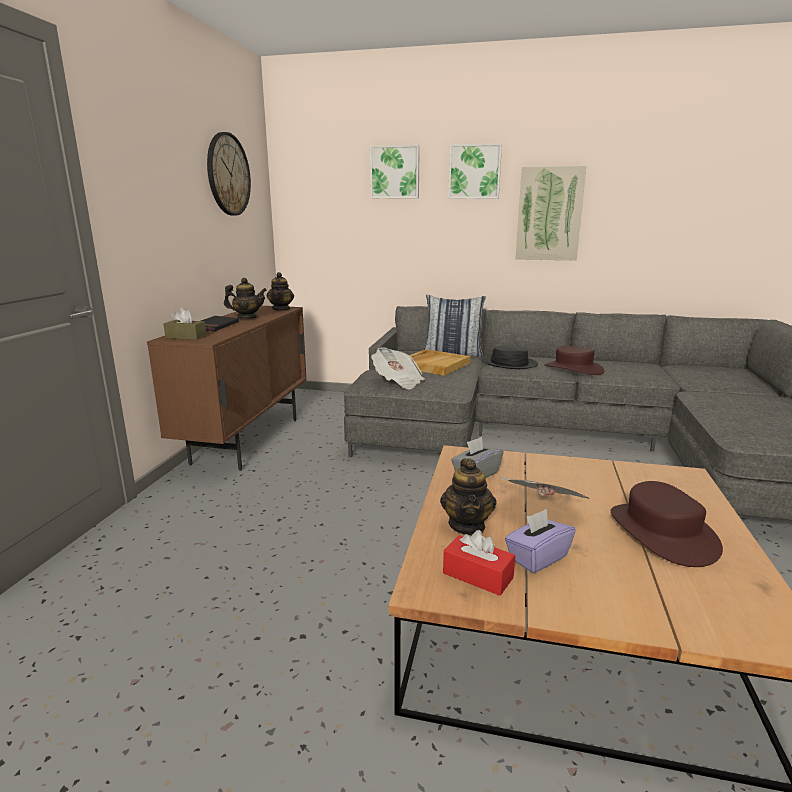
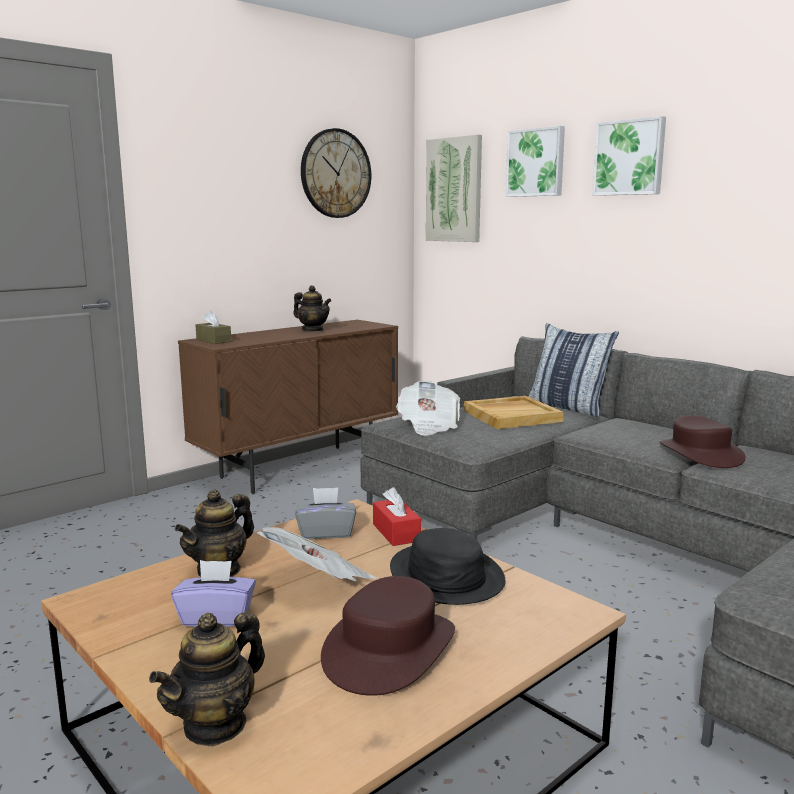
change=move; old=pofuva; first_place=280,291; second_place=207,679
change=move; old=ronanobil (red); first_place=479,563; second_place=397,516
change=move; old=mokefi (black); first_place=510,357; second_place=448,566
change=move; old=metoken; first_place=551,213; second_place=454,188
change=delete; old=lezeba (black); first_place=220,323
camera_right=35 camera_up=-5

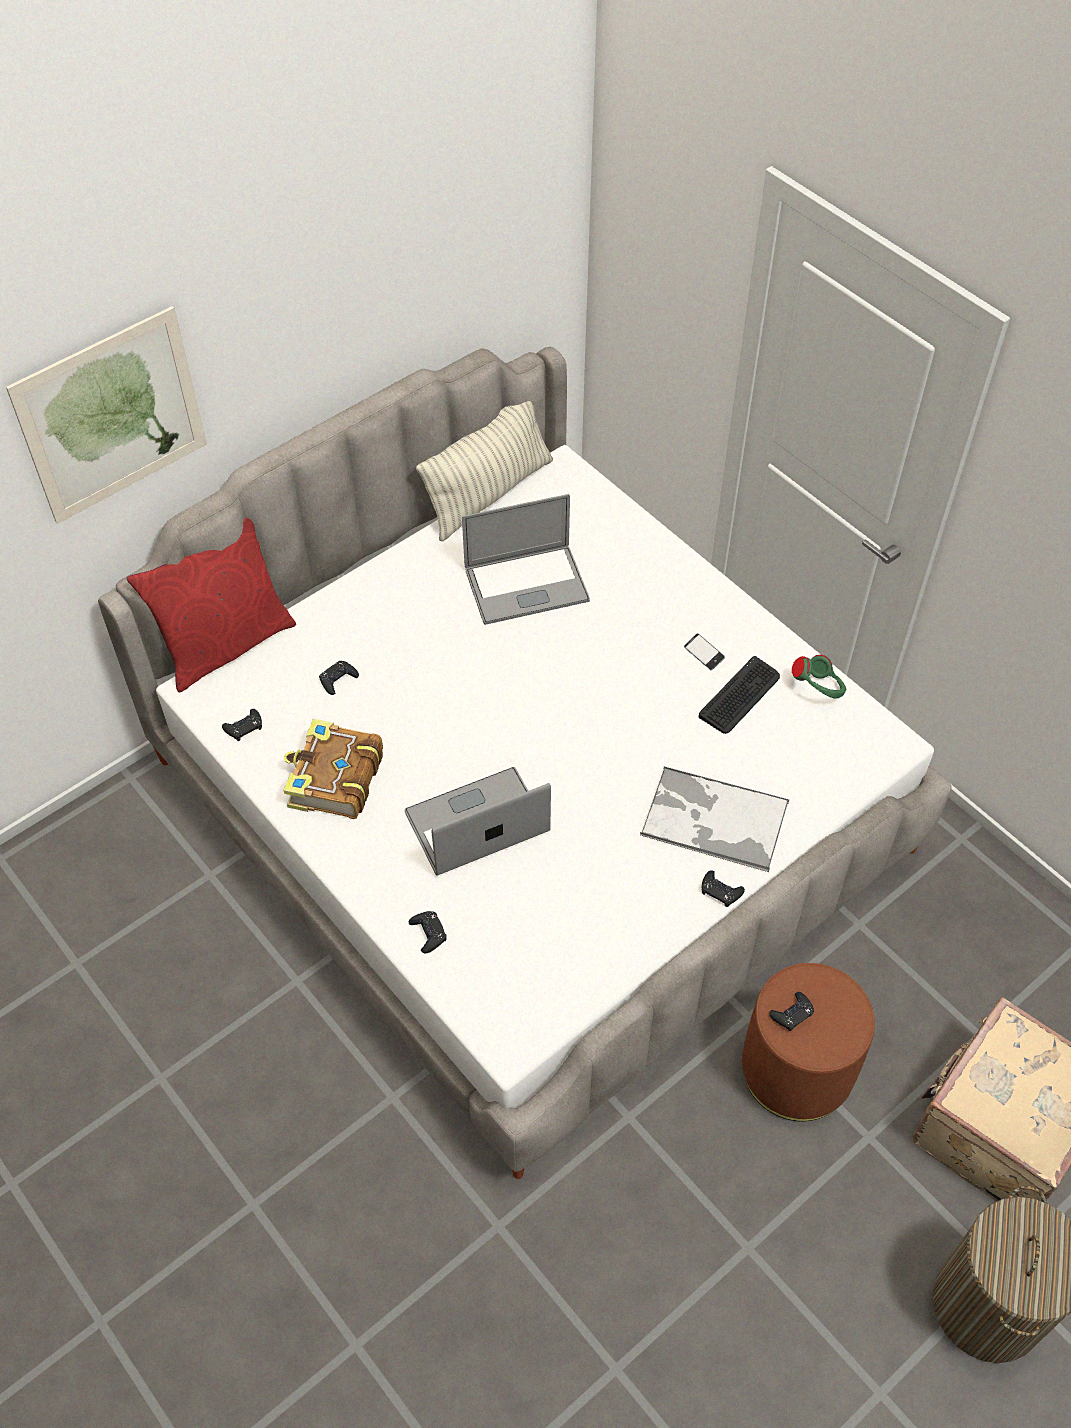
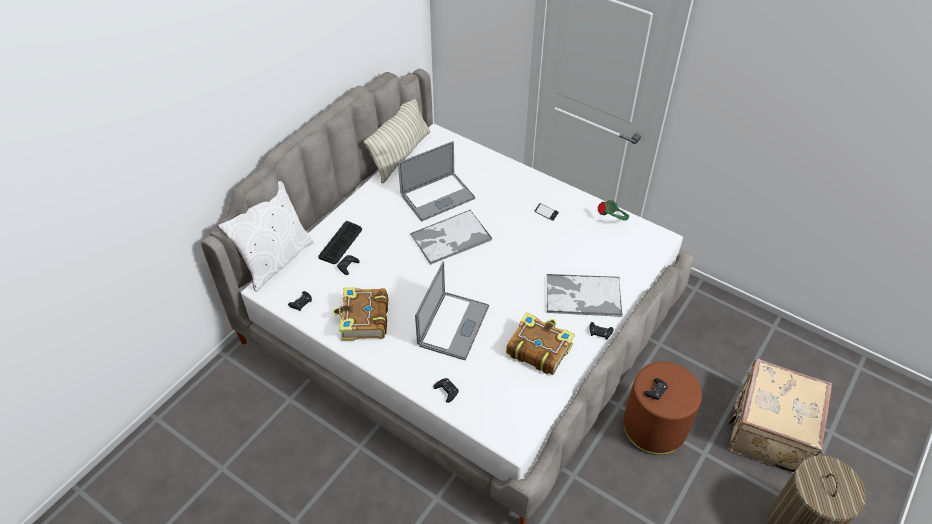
change=recolor; old=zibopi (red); new=zibopi (white); first_place=211,605; second_place=266,236
change=move; old=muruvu; first_place=739,695; second_place=340,242
change=insert; new=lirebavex; second_place=451,237
change=rotate; old=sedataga; first_place=478,821; second_place=452,310; degrees=150
change=insert; new=lezeba; second_place=540,343
change=delete; old=metoken; first_place=106,415
camera_right=-15 camera_up=-5

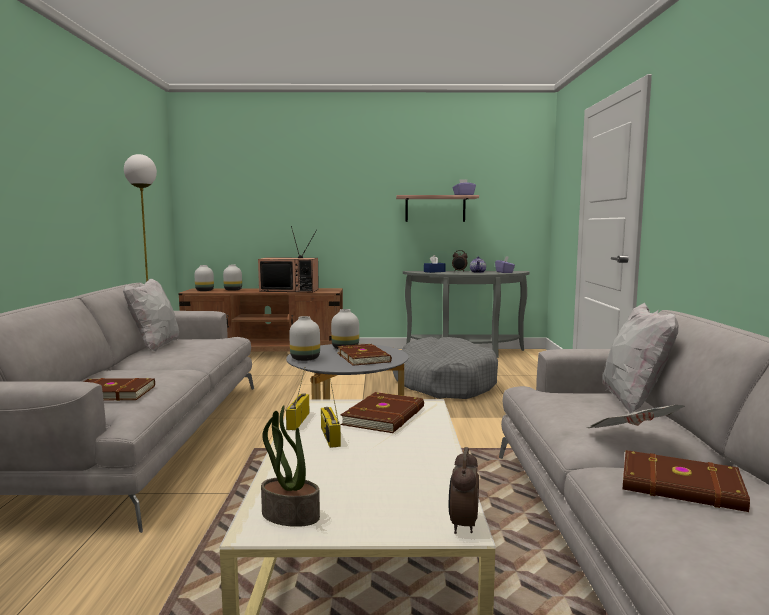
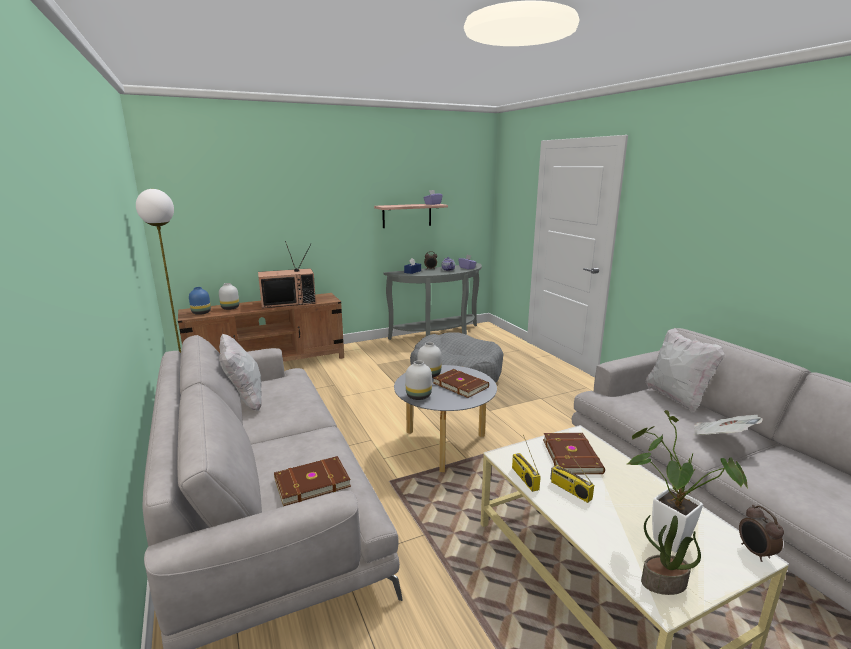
change=recolor; old=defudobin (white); new=defudobin (blue); first_place=204,278; second_place=200,301
change=insert; new=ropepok; second_place=687,481
change=delete; old=lezeba (brown); first_place=686,481
camera_right=-25 camera_up=10

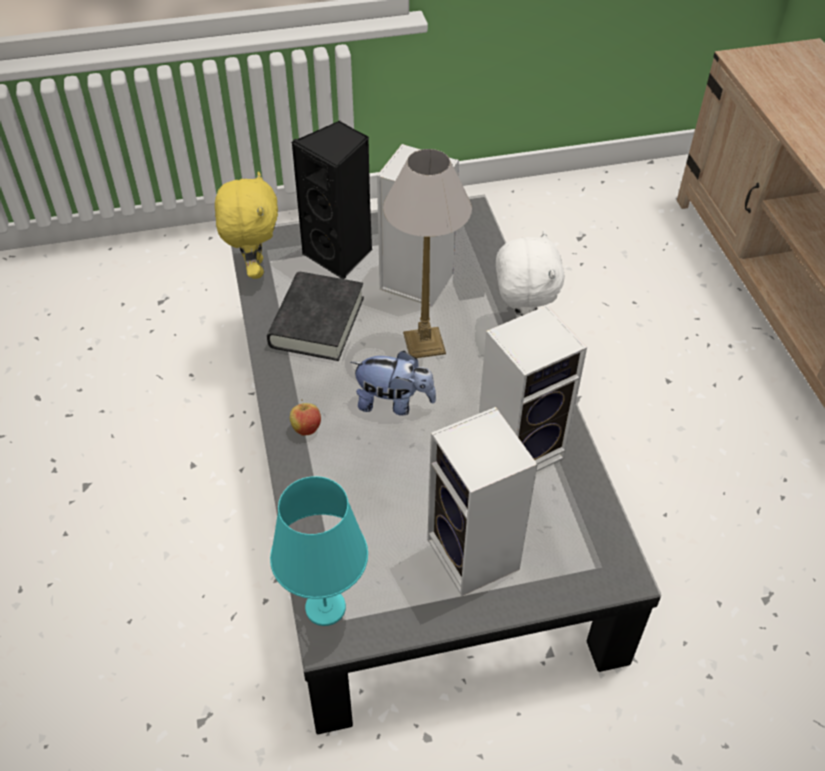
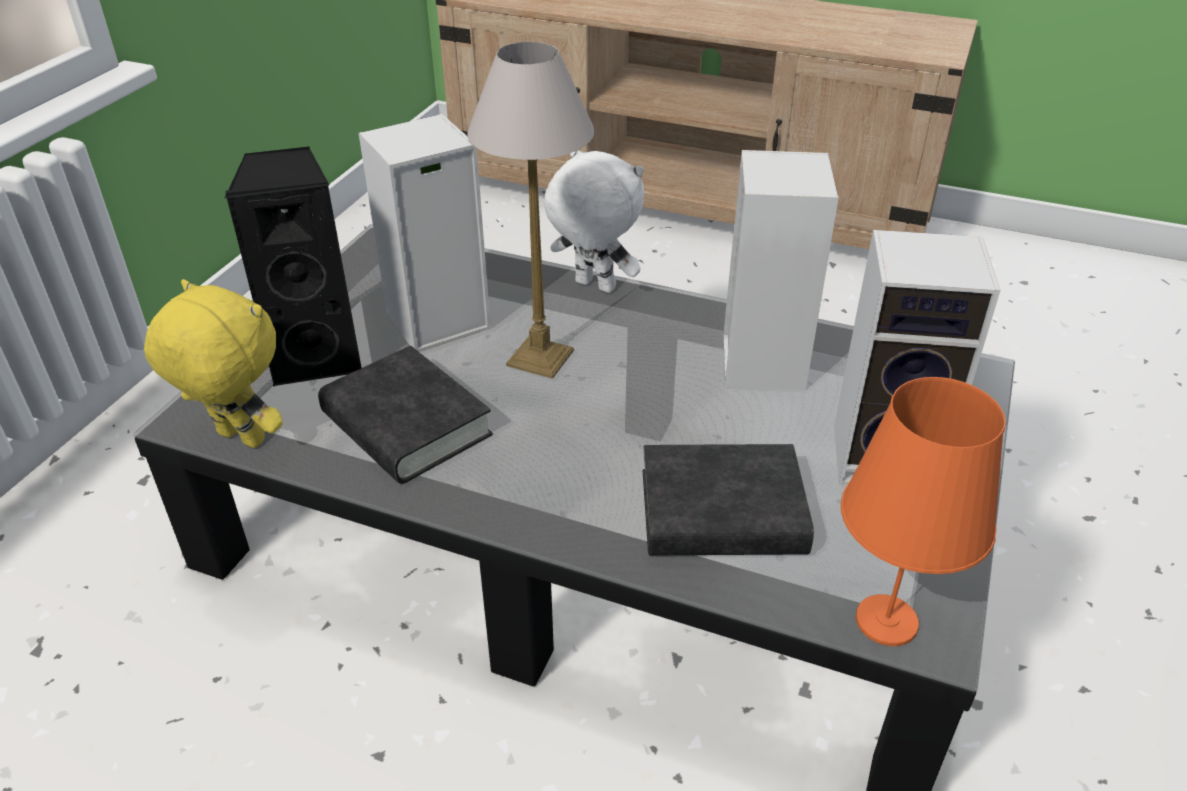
change=insert; new=lezeba (black); second_place=728,499
change=recolor; old=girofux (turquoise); new=girofux (orange); first_place=319,551; second_place=923,511
change=delete; old=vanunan; first_place=305,417
change=delete; old=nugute; first_place=393,383
camera_right=-55 camera_up=-10

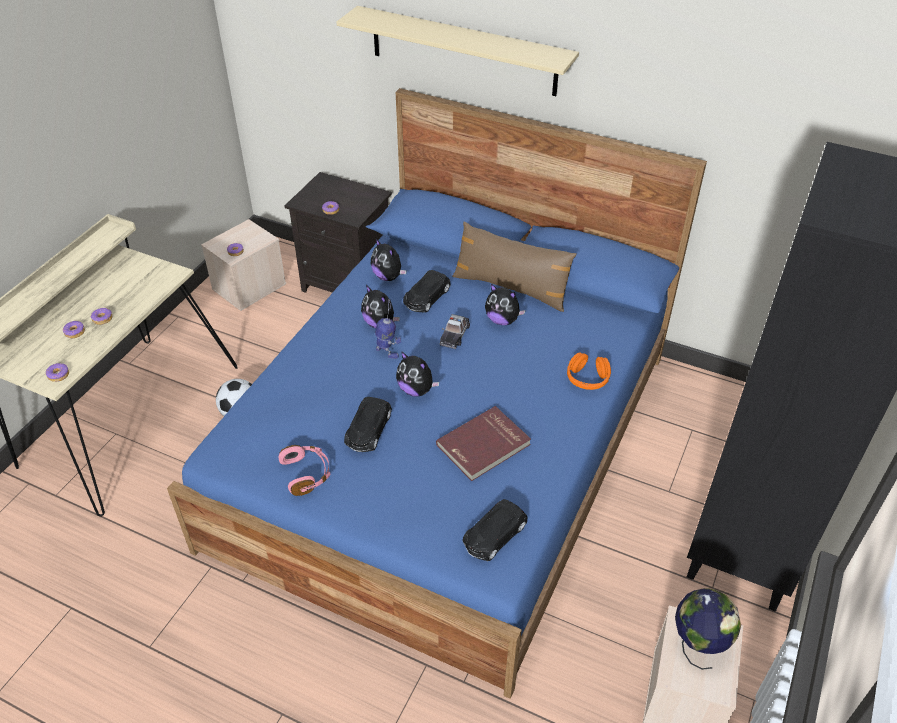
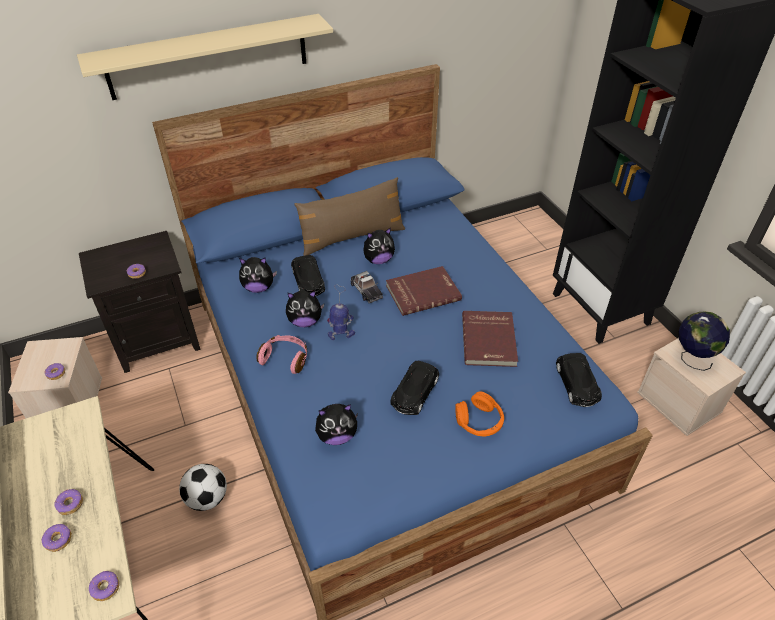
change=move; old=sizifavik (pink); first_place=305,470; second_place=281,354
change=move; old=nugute; first_place=417,374; second_place=336,424
change=insert; new=lezeba (red); second_place=424,291
change=rotate; old=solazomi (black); first_place=368,424; second_place=414,388; degrees=60
change=move; old=sizifavik (orange); first_place=589,371; second_place=479,414
camera_right=-50 camera_up=0

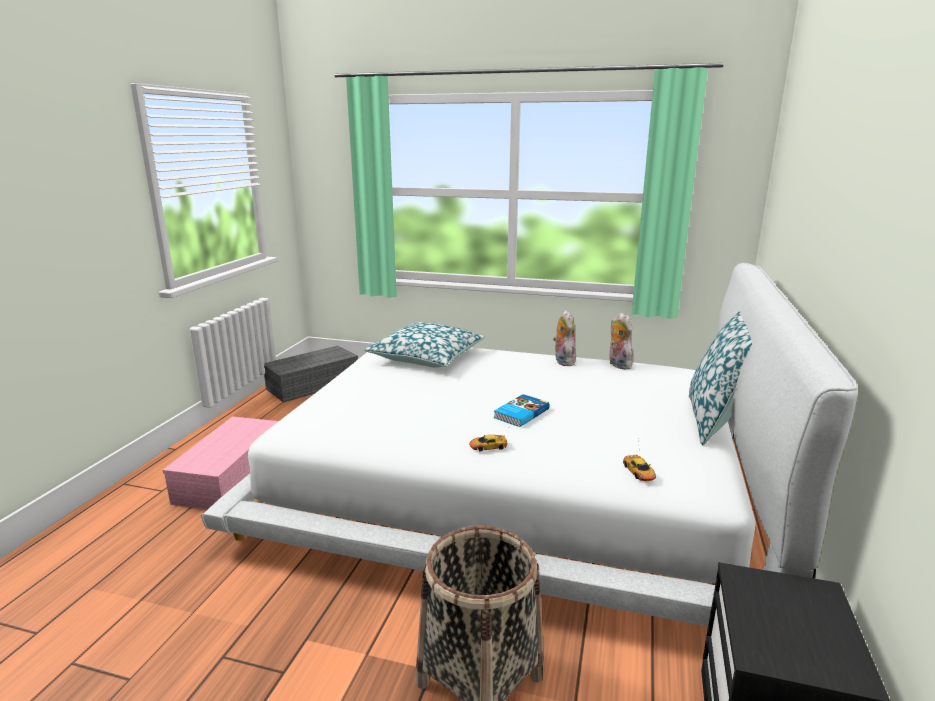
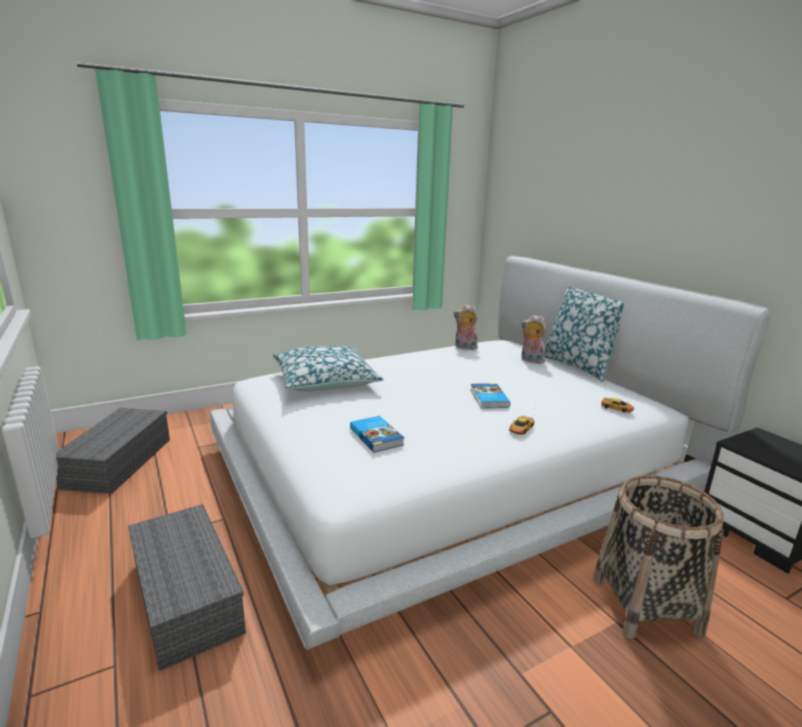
change=recolor; old=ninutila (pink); new=ninutila (grey); first_place=221,463; second_place=187,587
change=insert; new=lezeba; second_place=377,434
change=move; old=nugute; first_place=564,338; second_place=534,339
camera_right=-45 camera_up=0

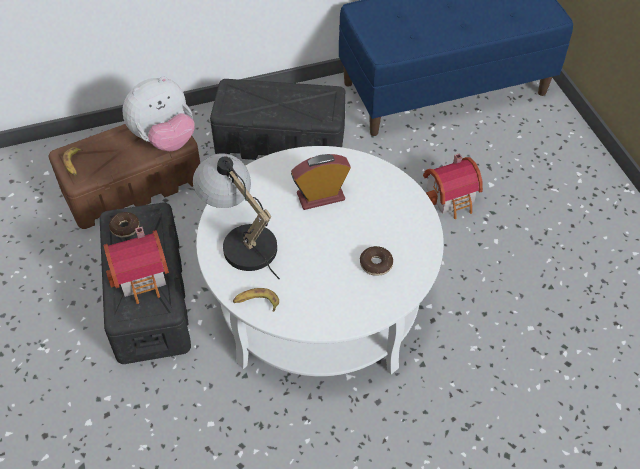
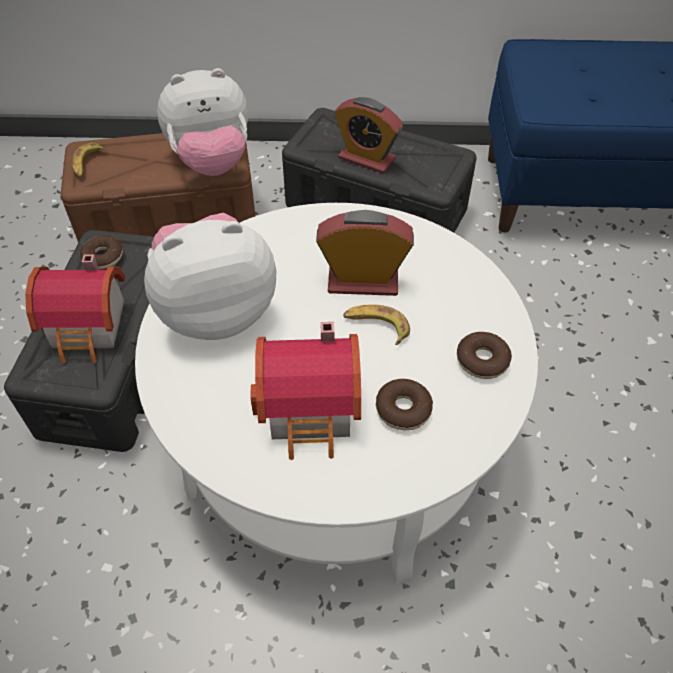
change=replace; old=girofux; new=nugute; first_place=236,216; second_place=210,276
change=move; old=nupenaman; first_place=453,186; second_place=306,391
change=insert; new=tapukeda; second_place=368,135
change=move; old=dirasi; first_place=256,300; second_place=376,325
change=insert; new=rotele; second_place=484,355
camera_right=20 camera_up=0

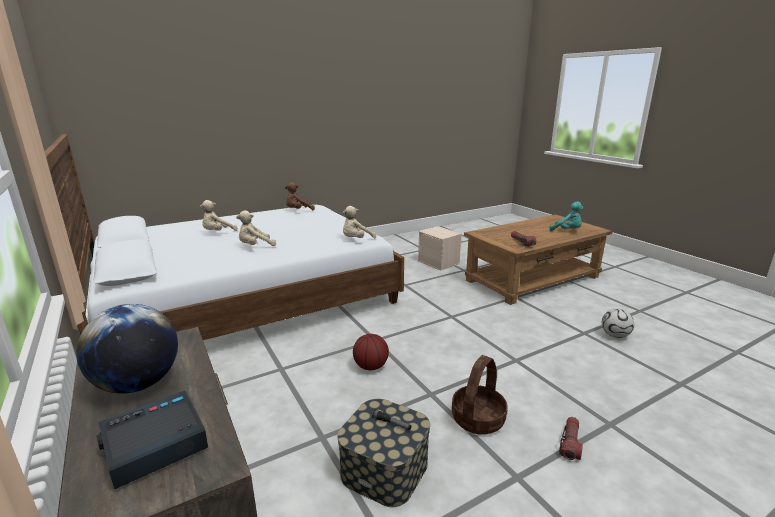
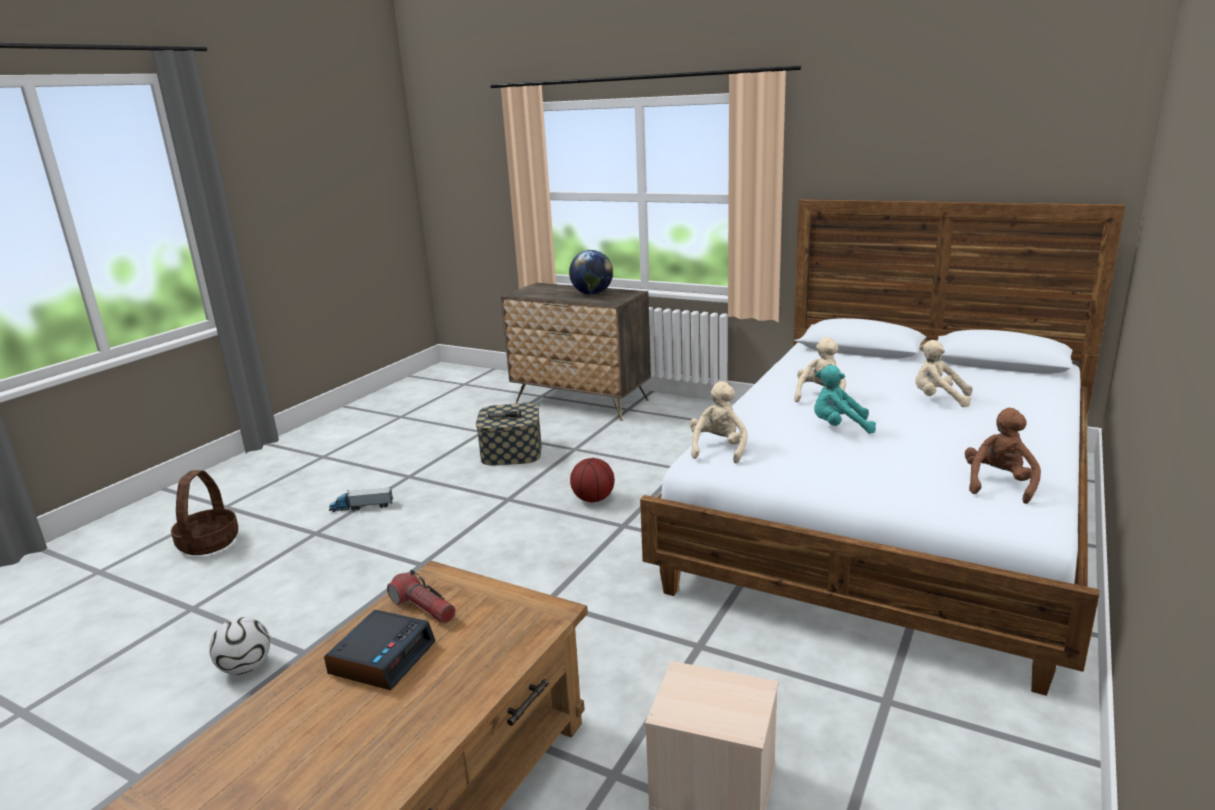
change=move; old=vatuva; first_place=480,395; second_place=204,512
change=move; old=tapukeda; first_place=152,440; second_place=379,650
change=replace; old=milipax; new=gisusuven; first_place=571,438; second_place=361,499
change=move; old=nugute (turquoise); first_place=566,216; second_place=845,399
change=rotate; old=nugute (beige); first_place=219,215; second_place=943,373; degrees=-75
camera_right=150 camera_up=0

